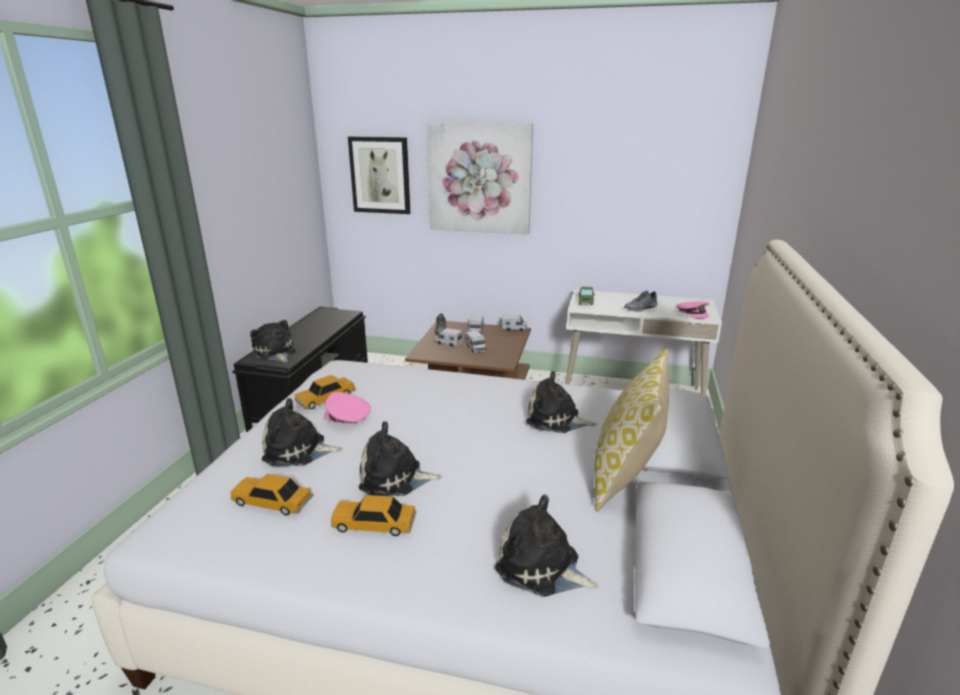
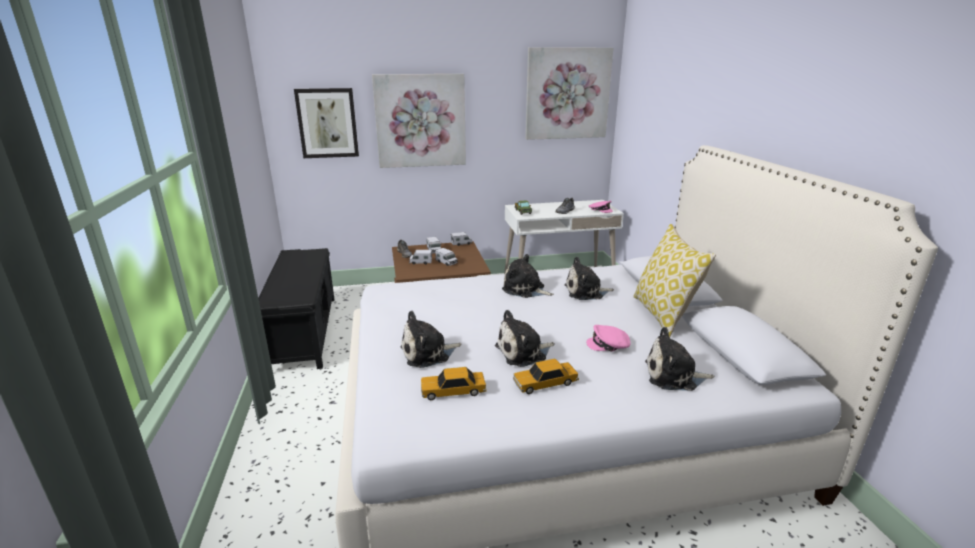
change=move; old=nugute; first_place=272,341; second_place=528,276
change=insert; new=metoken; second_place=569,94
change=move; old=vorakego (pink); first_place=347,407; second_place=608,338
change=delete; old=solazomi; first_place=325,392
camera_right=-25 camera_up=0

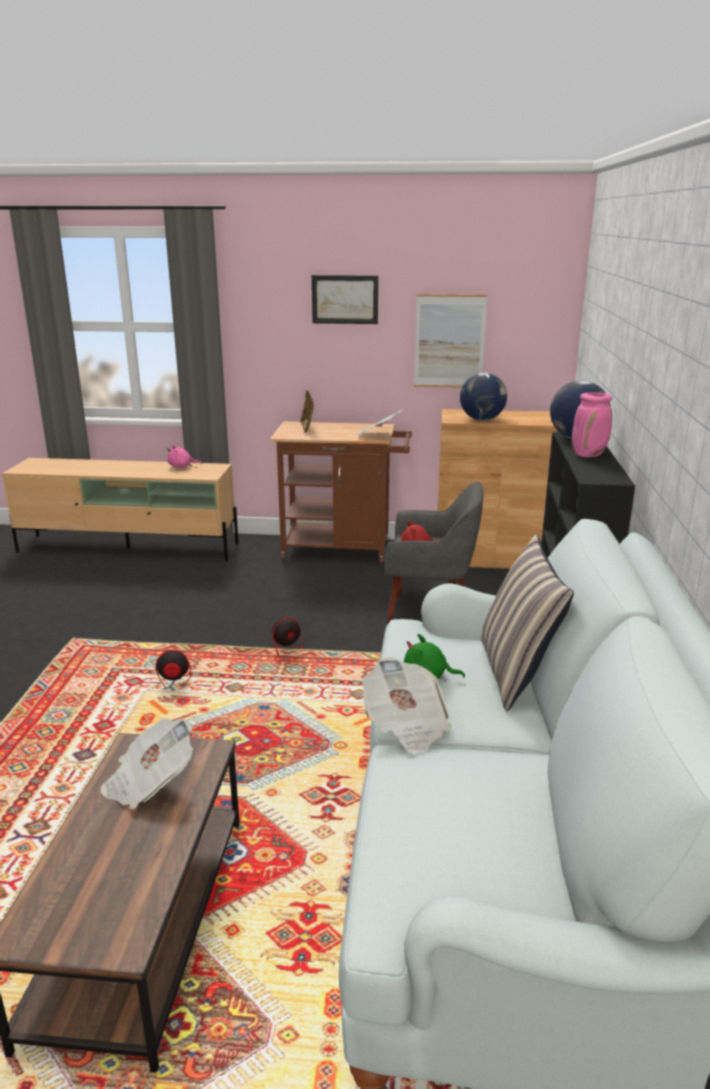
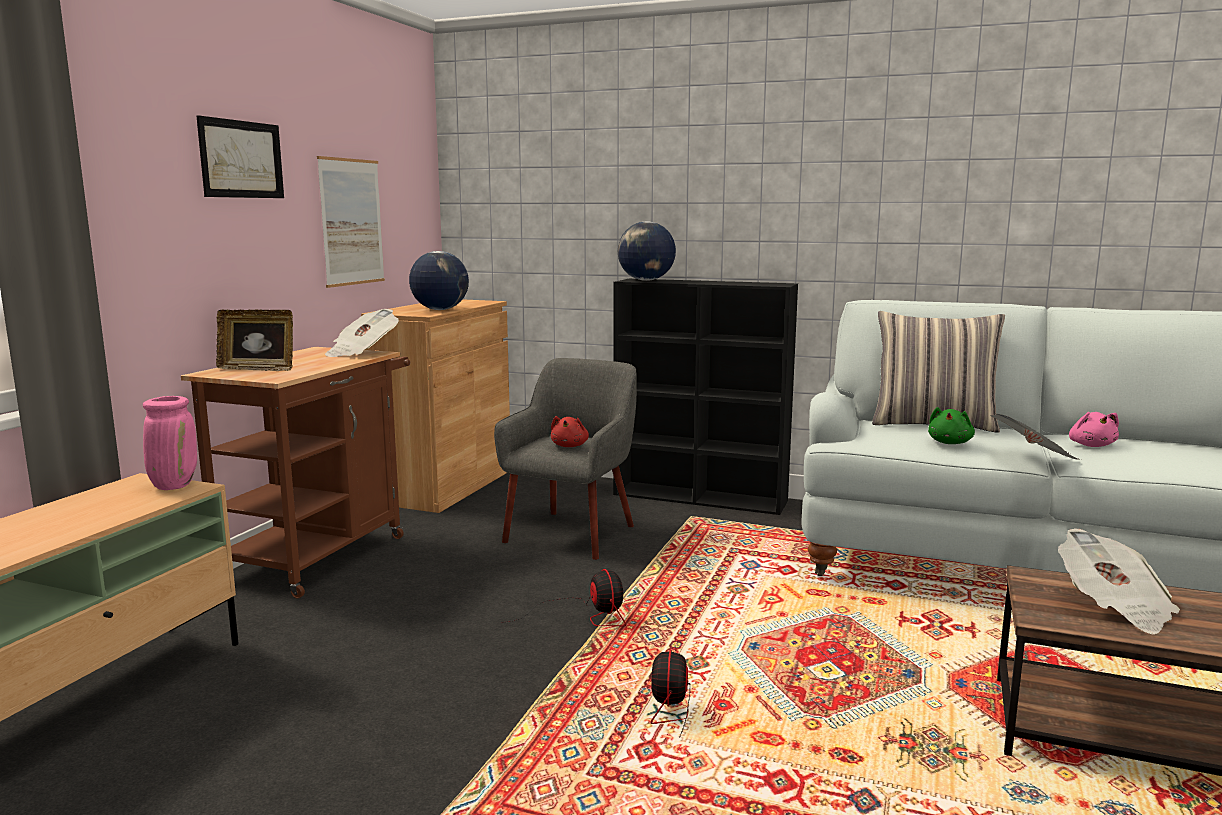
change=move; old=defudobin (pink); first_place=592,424; second_place=170,443
change=move; old=nugute (pink); first_place=184,456; second_place=1094,429
camera_right=-75 camera_up=-10

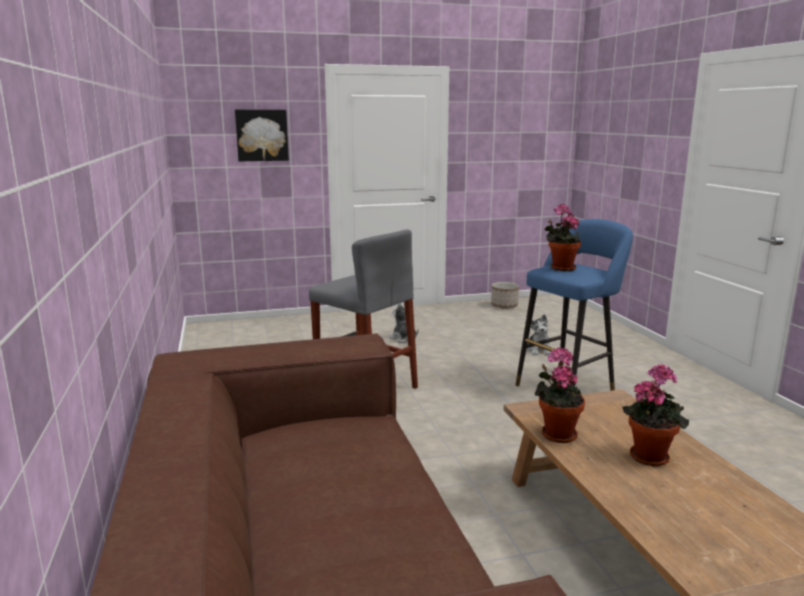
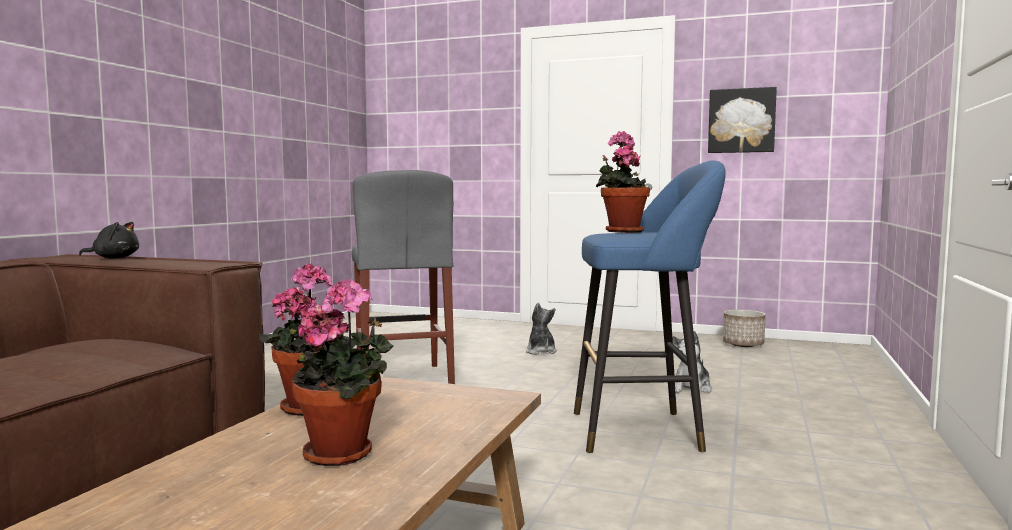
change=insert; new=nugute (black); second_place=109,240
change=move; old=metoken; first_place=262,135; second_place=742,120
camera_right=35 camera_up=-10

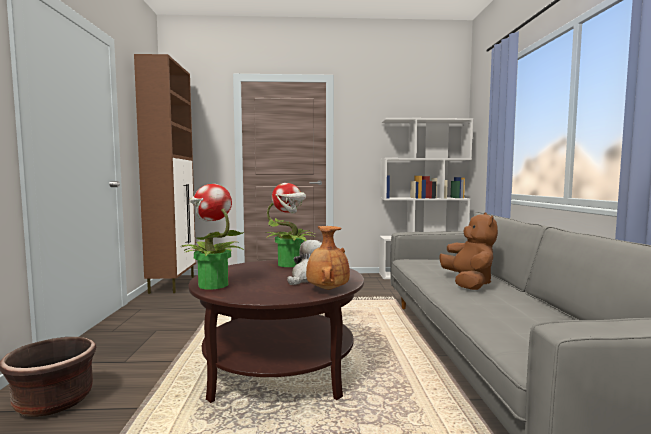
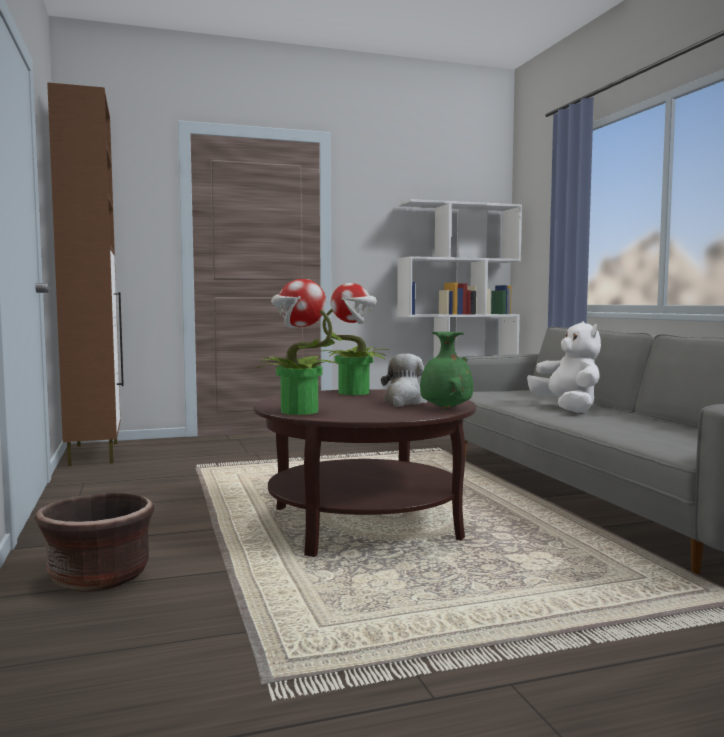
change=recolor; old=defudobin (brown); new=defudobin (green); first_place=328,258; second_place=446,370
change=recolor; old=nugute (brown); new=nugute (white); first_place=468,251; second_place=564,367
camera_right=-15 camera_up=0

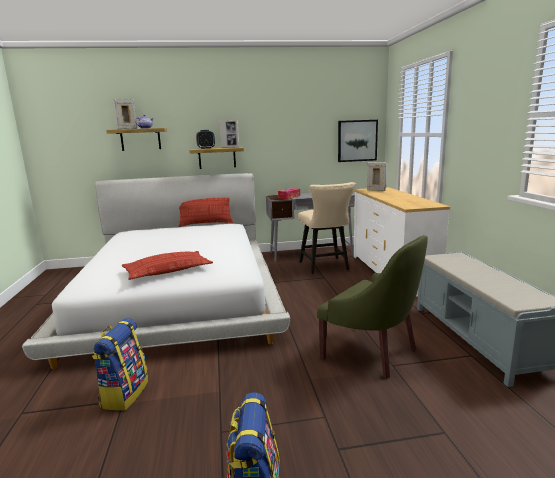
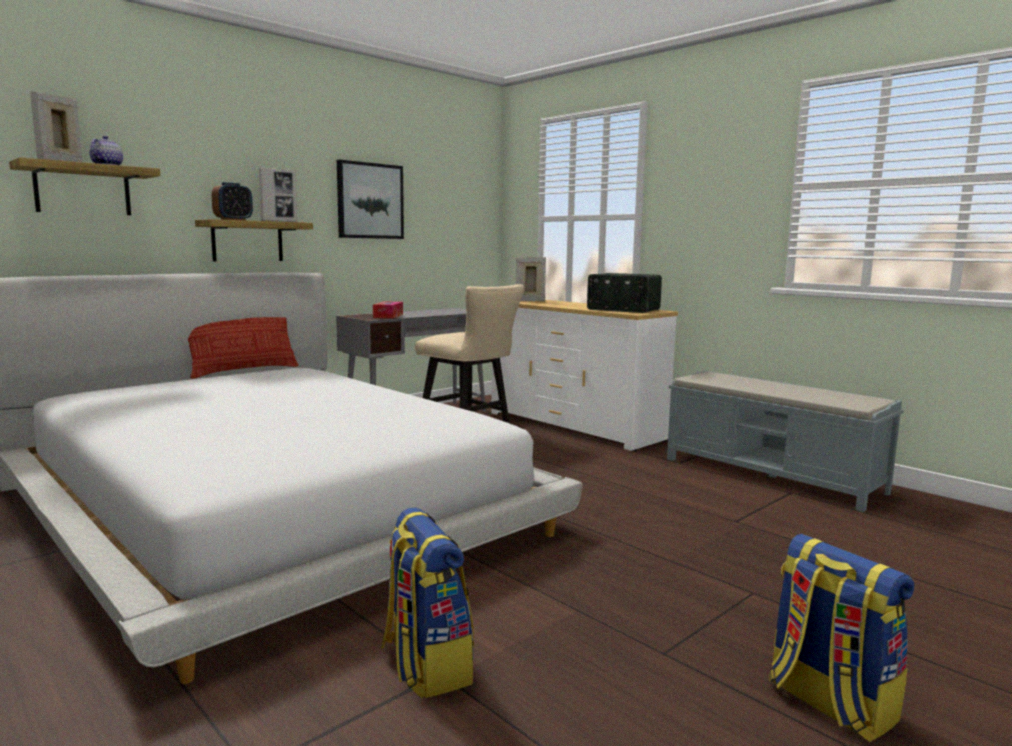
change=move; old=metoken; first_place=358,141; second_place=370,199
change=insert; new=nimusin; second_place=624,293
change=delete; old=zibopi; first_place=167,265
change=delete; old=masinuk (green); first_place=372,307
camera_right=-35 camera_up=-5

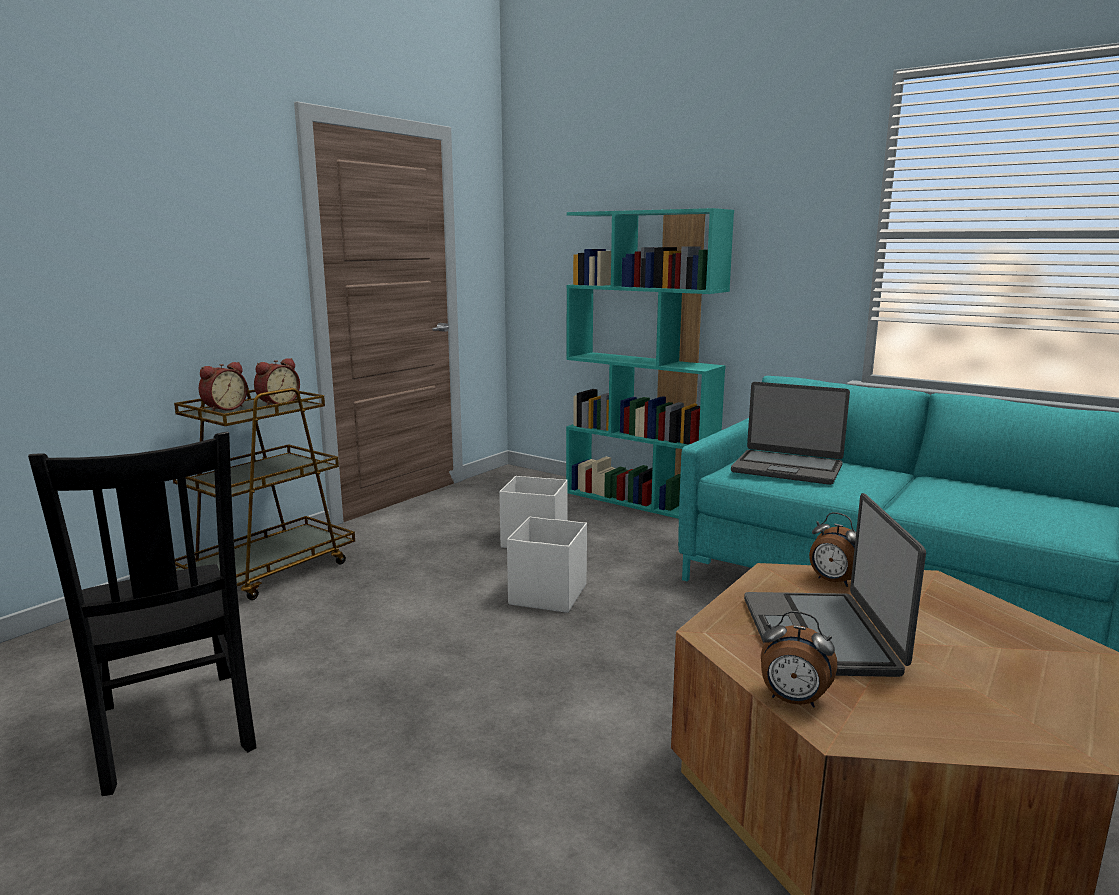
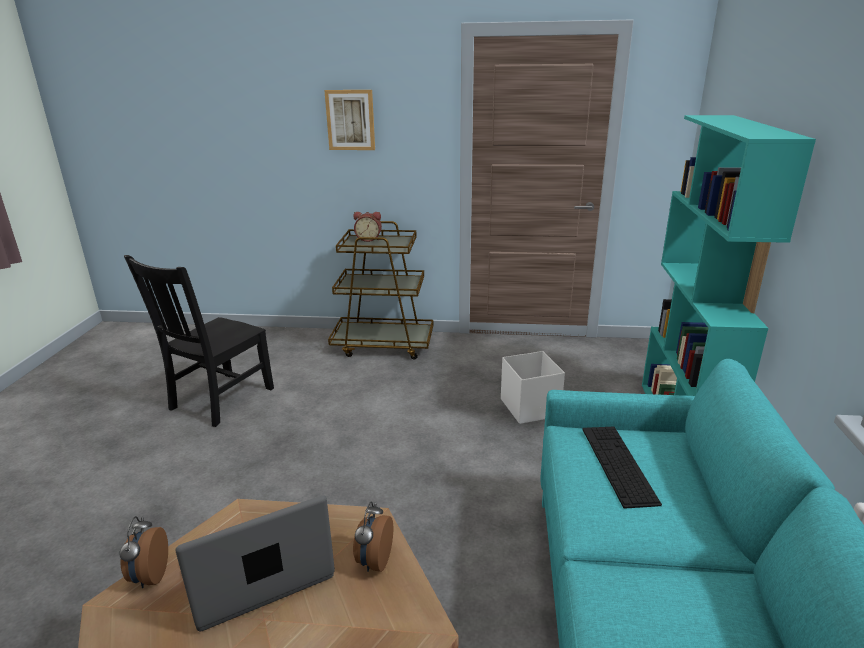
change=insert; new=metoken; second_place=349,120
change=replace; old=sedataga; new=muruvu; first_place=790,433; second_place=622,468
change=delete; old=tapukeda; first_place=277,382
change=delete; old=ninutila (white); first_place=547,565
camera_right=60 camera_up=10

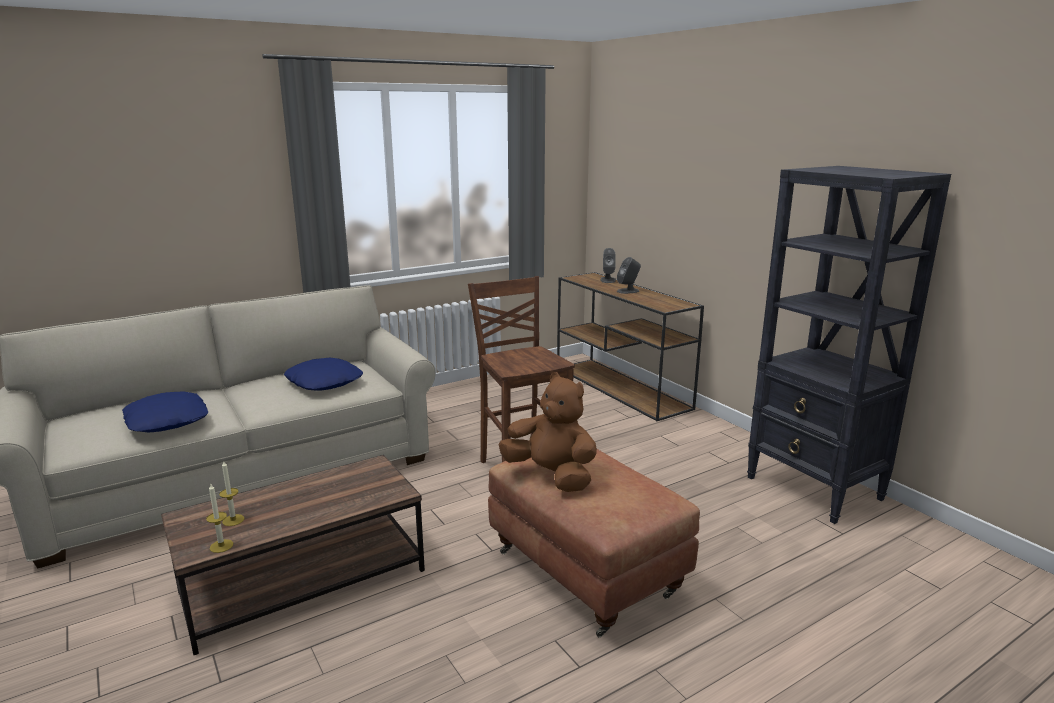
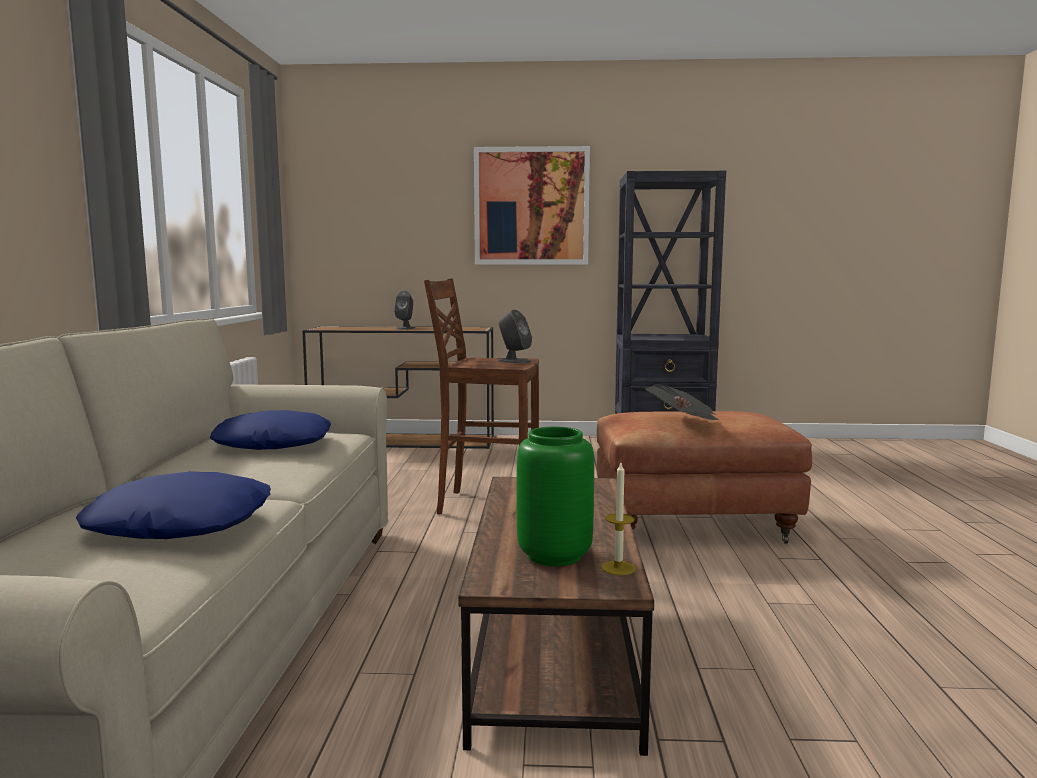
change=insert; new=metoken; second_place=532,205
change=move; old=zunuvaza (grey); first_place=608,265; second_place=515,336
change=replace; old=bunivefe; new=defudobin (green); first_place=232,493; second_place=555,496
change=replace; old=nugute (brown); new=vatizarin; first_place=548,432; second_place=682,402
camera_right=-55 camera_up=-10

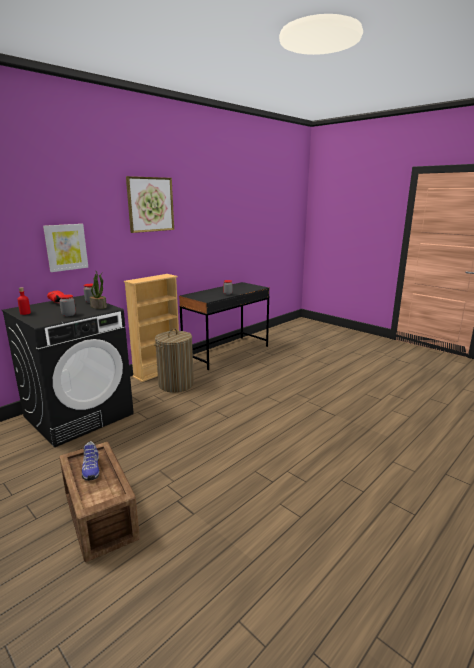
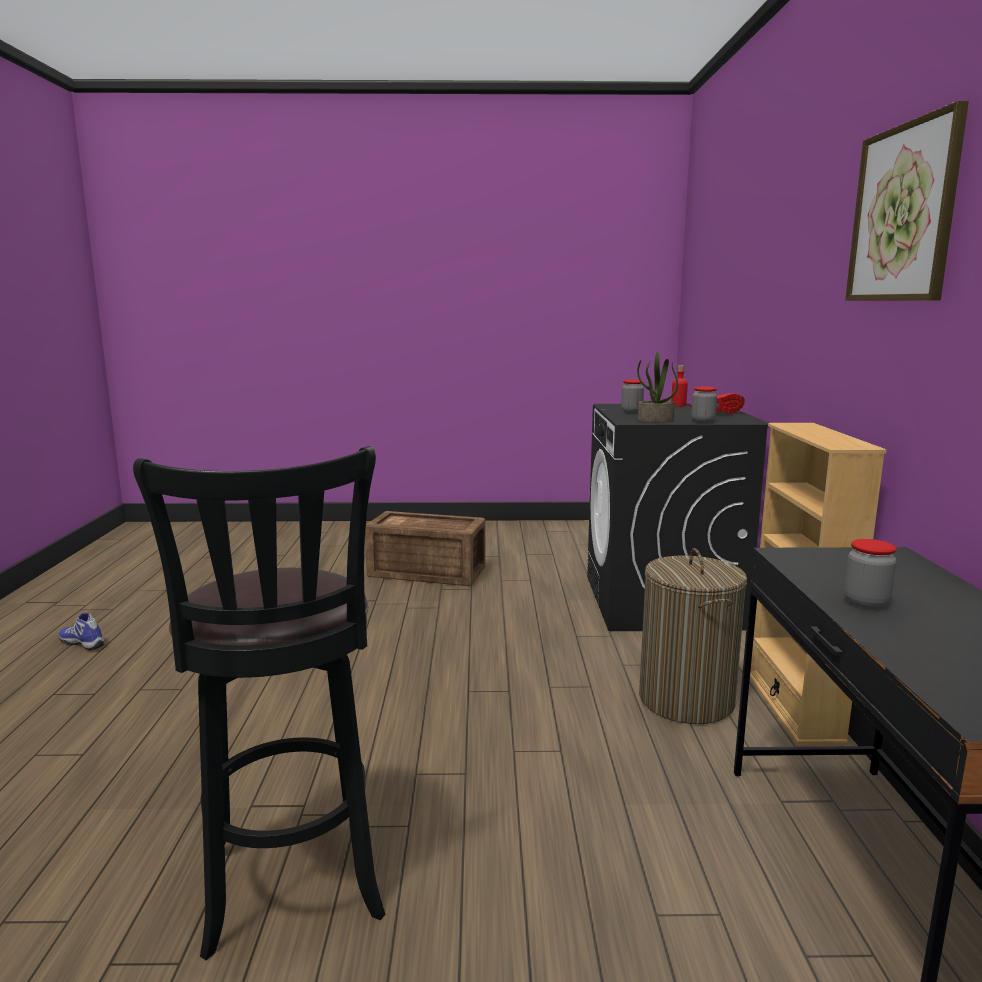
change=move; old=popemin; first_place=91,461; second_place=82,632
change=insert; new=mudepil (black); second_place=259,703
change=delete; old=metoken; first_place=65,248
camera_right=135 camera_up=-5

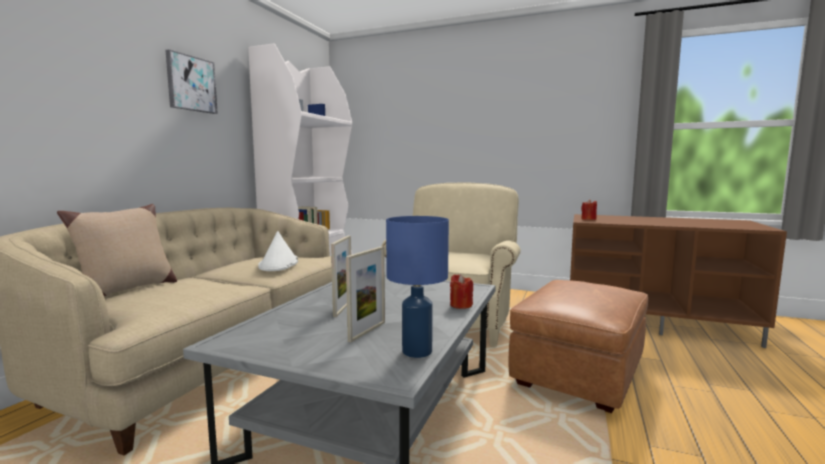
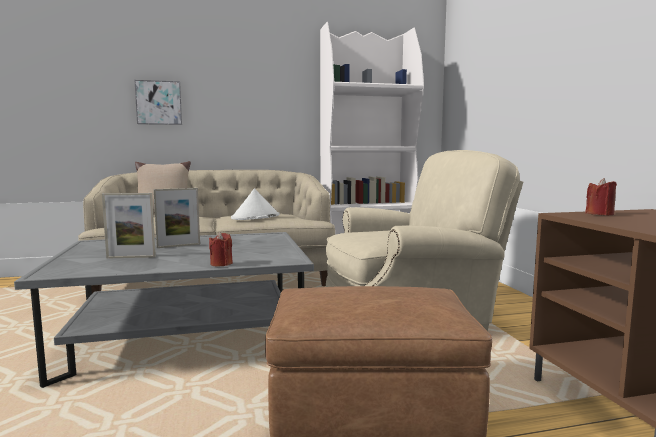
change=move; old=metoken; first_place=191,81; second_place=158,102
change=delete; old=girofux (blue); first_place=417,287
camera_right=55 camera_up=0

